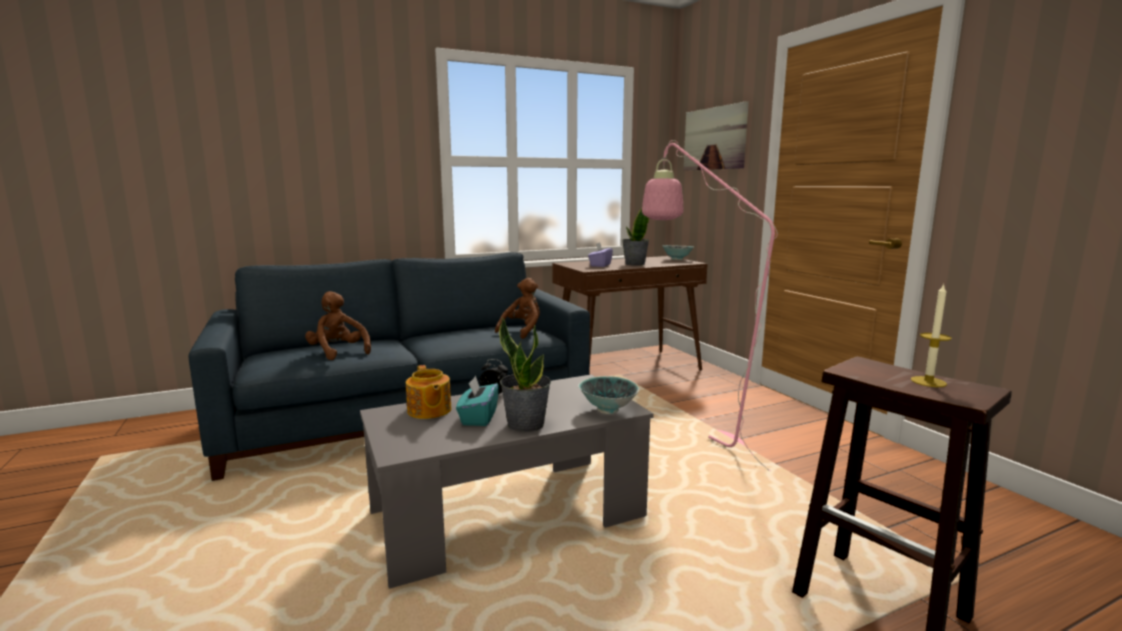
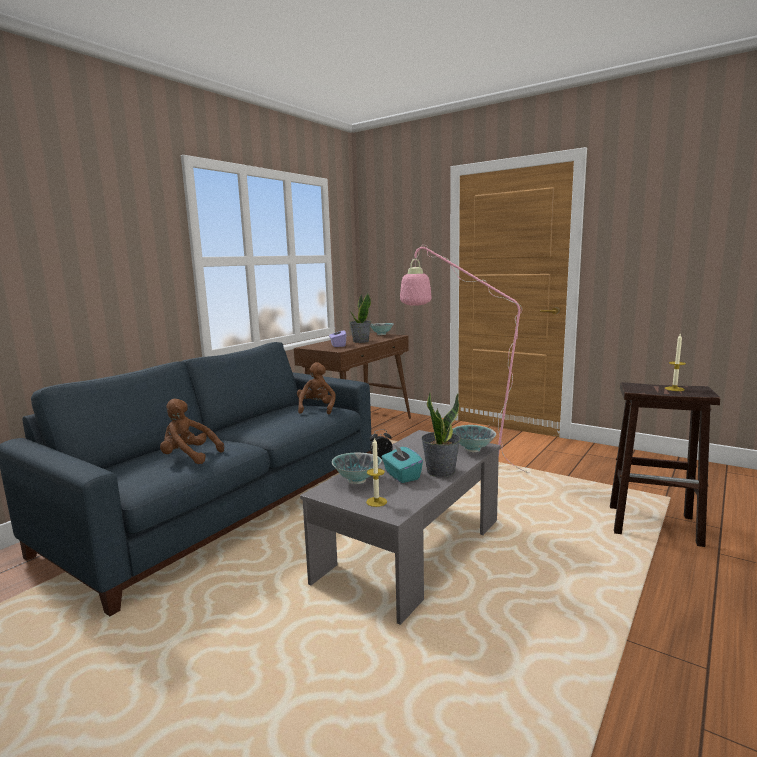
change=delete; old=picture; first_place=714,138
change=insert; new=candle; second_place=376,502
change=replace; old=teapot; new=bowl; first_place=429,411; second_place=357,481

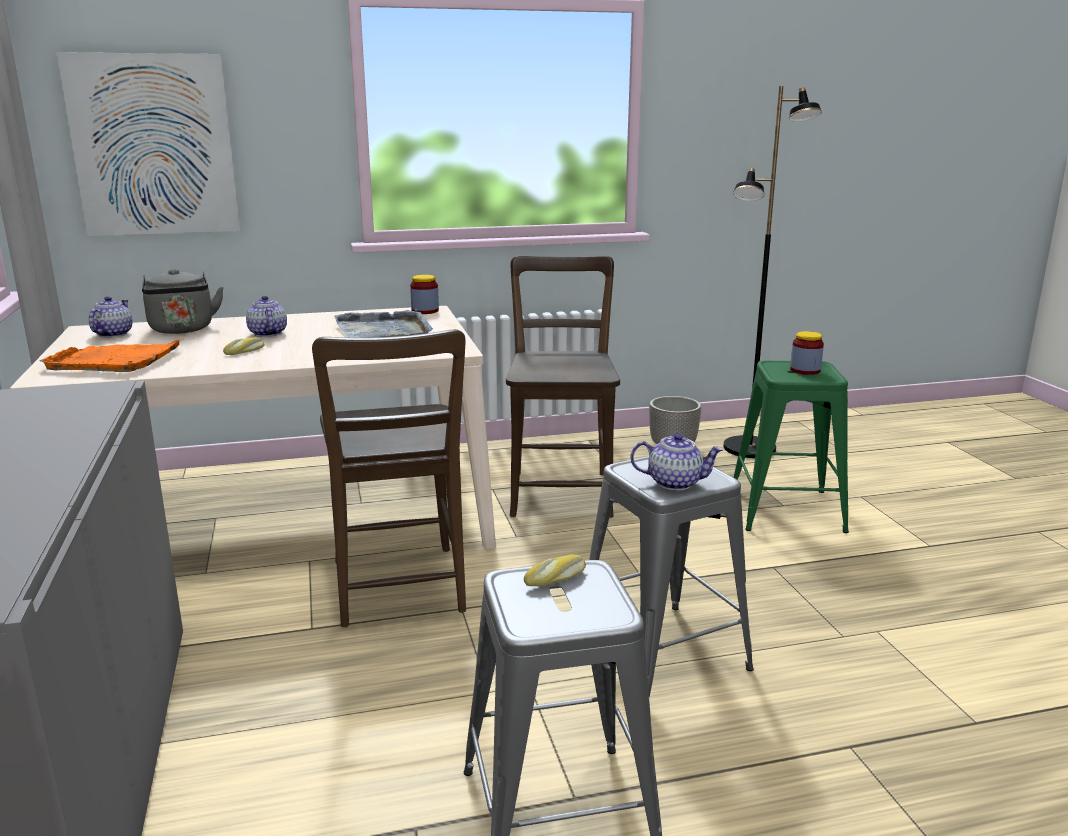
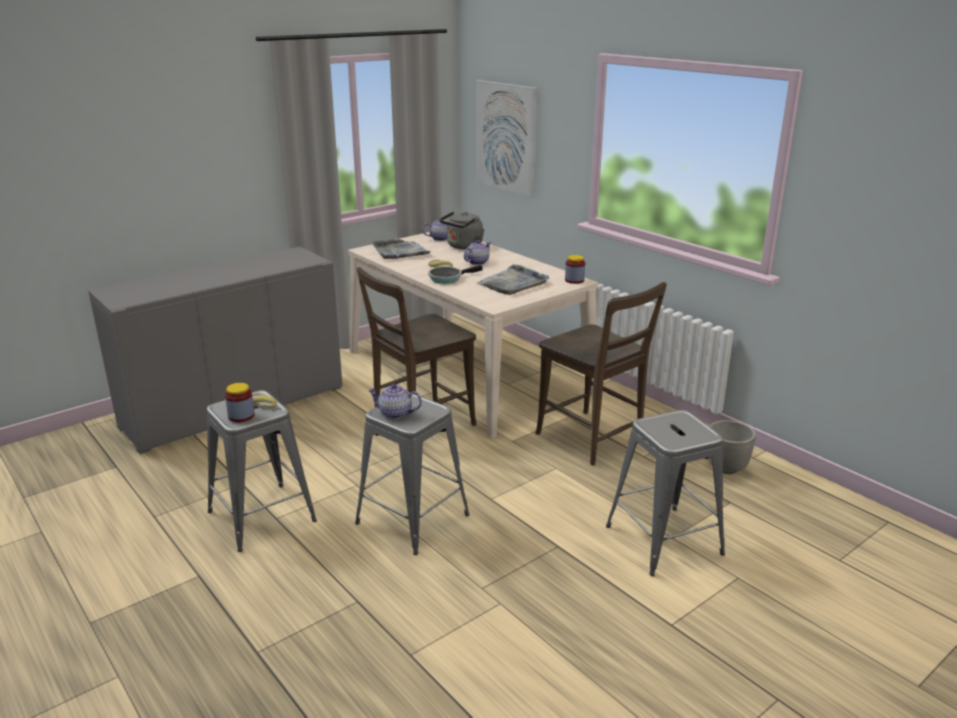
change=delete; old=black floor lamp; first_place=750,449
change=insert; new=frying pan; second_place=447,278
change=move; old=jar; first_place=805,370; second_place=241,416
change=recolor; old=orange tray; new=grey tray; first_place=115,360; second_place=400,251
change=recolor; old=green stool; new=grey stool; first_place=786,510; second_place=663,540
change=rotate; old=brown chair; first_place=561,490; second_place=593,440; degrees=75
change=rotate; old=teapot; first_place=675,482; second_place=395,413; degrees=120

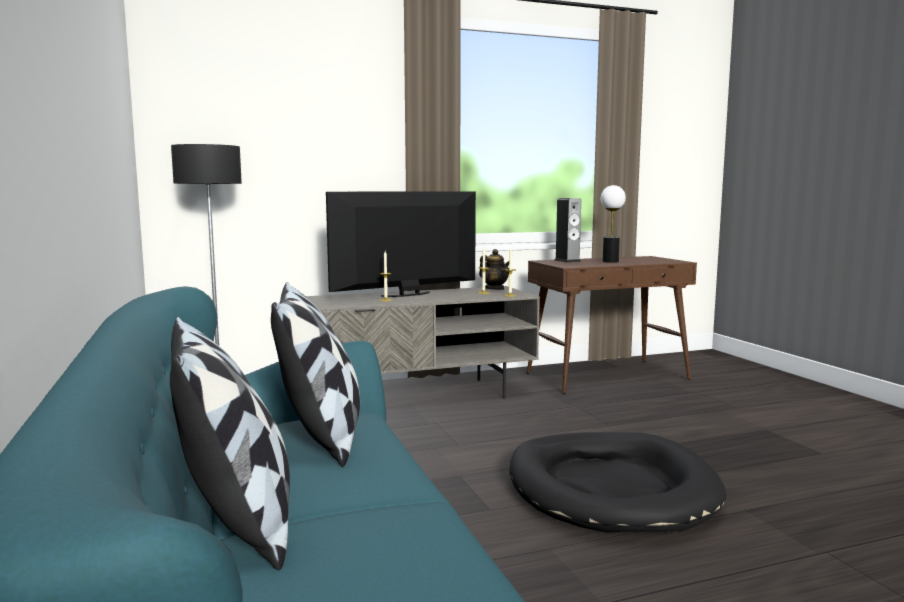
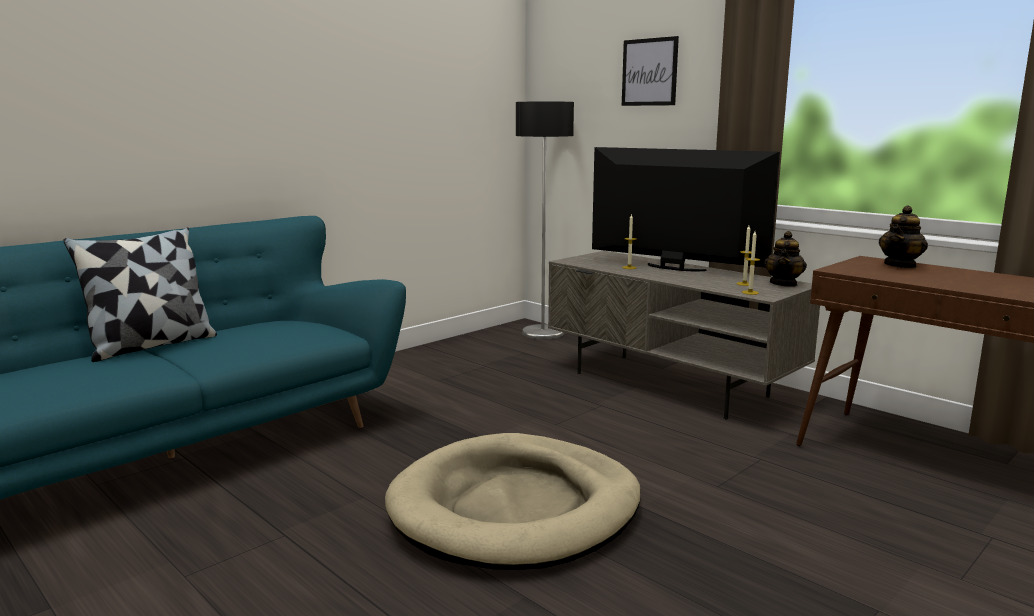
change=delete; old=pillow; first_place=321,437
change=delete; old=table lamp; first_place=610,261
change=insert; new=picture; second_place=649,72
change=replace; old=speaker; new=teapot; first_place=567,261; second_place=900,265
change=recolor; old=black dog bed; new=beige dog bed; first_place=610,488; second_place=516,508

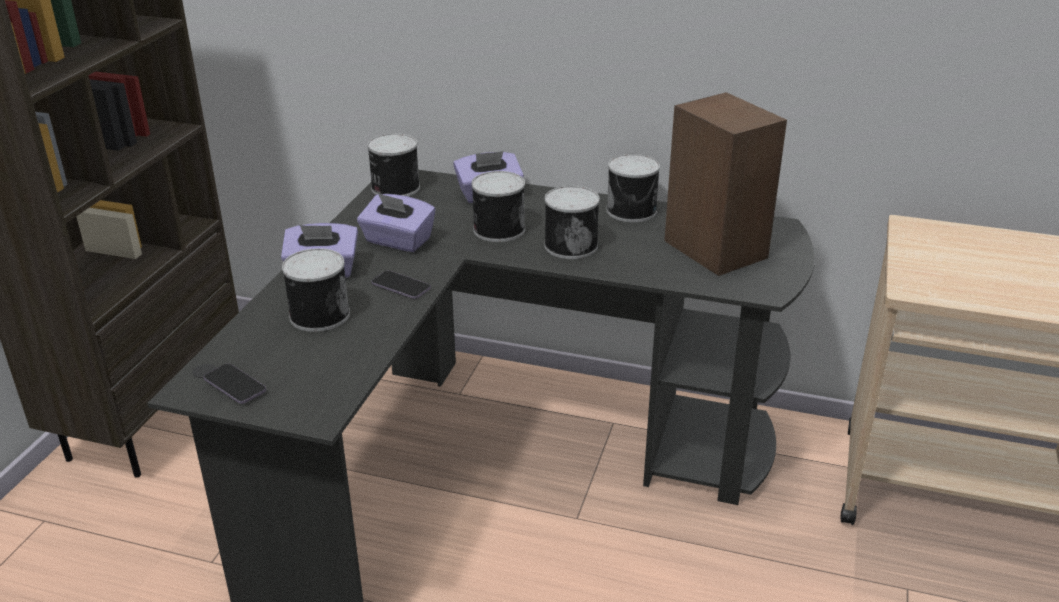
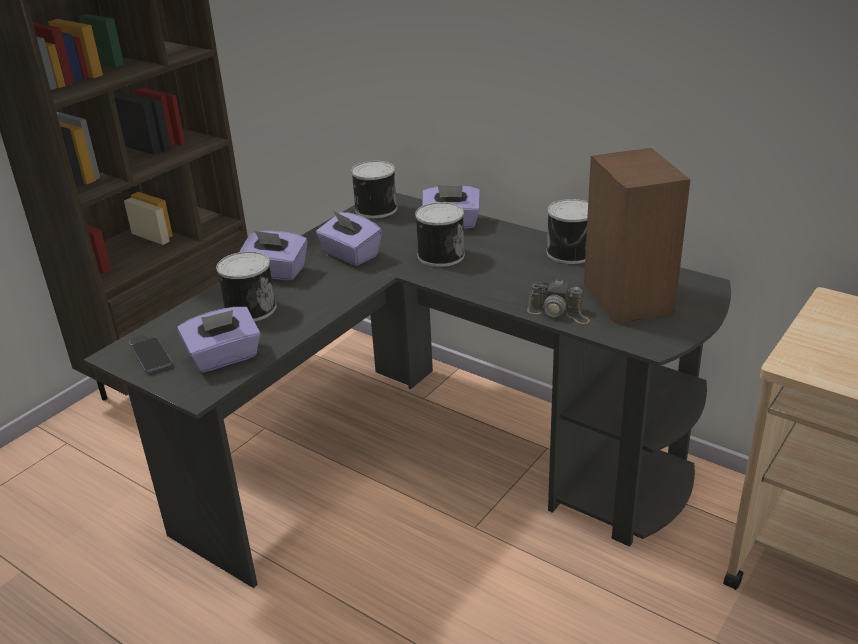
change=delete; old=phone; first_place=401,286
change=delete; old=can; first_place=571,245
change=insert; new=purple tissue box; second_place=224,357
change=insert; new=photo camera; second_place=559,312

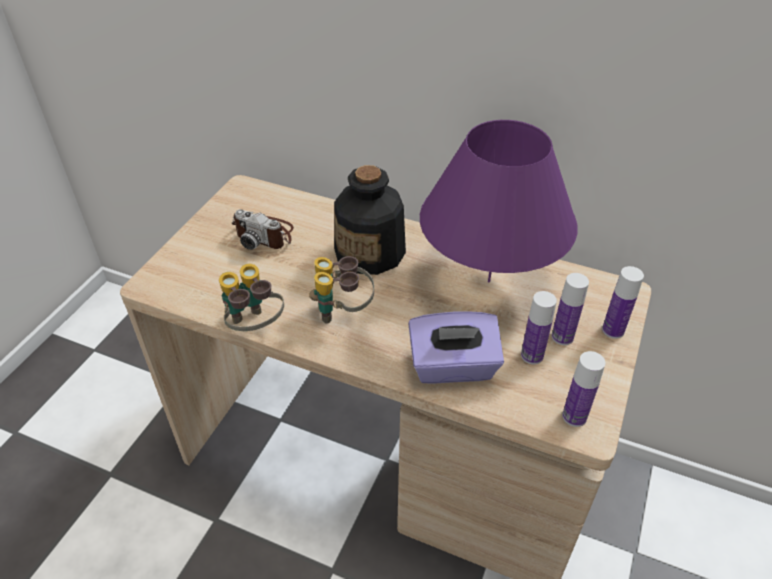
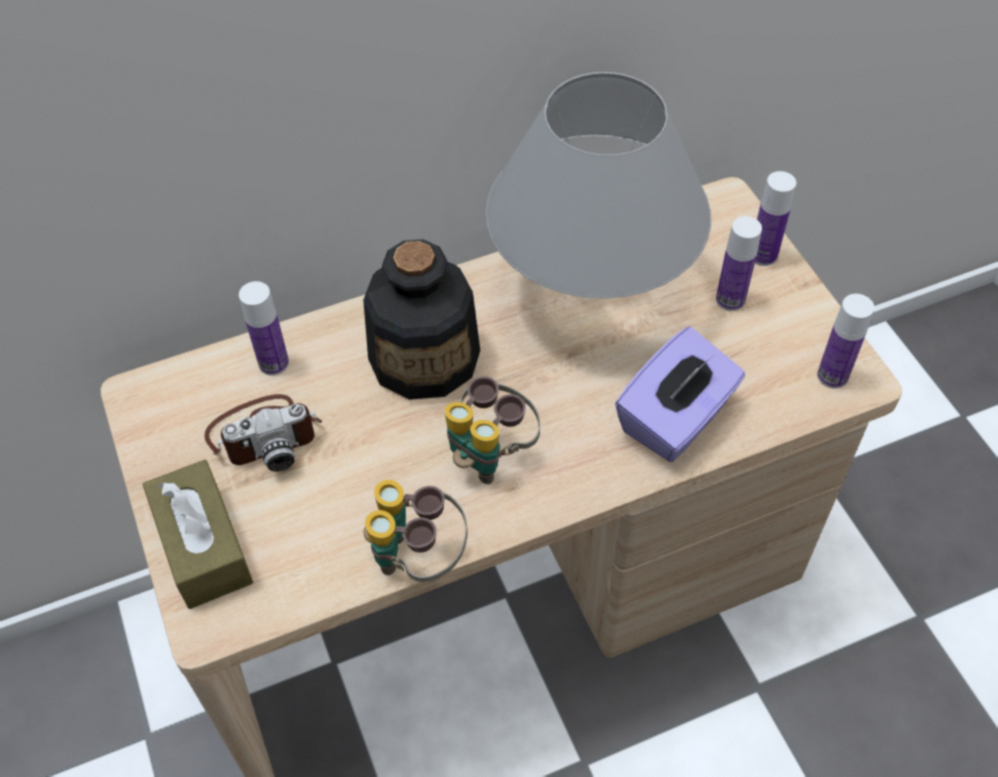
change=insert; new=brown tissue box; second_place=203,546
change=move; old=bottle; first_place=532,355; second_place=273,363
change=recolor; old=purple table lamp; new=grey table lamp; first_place=488,281; second_place=591,292

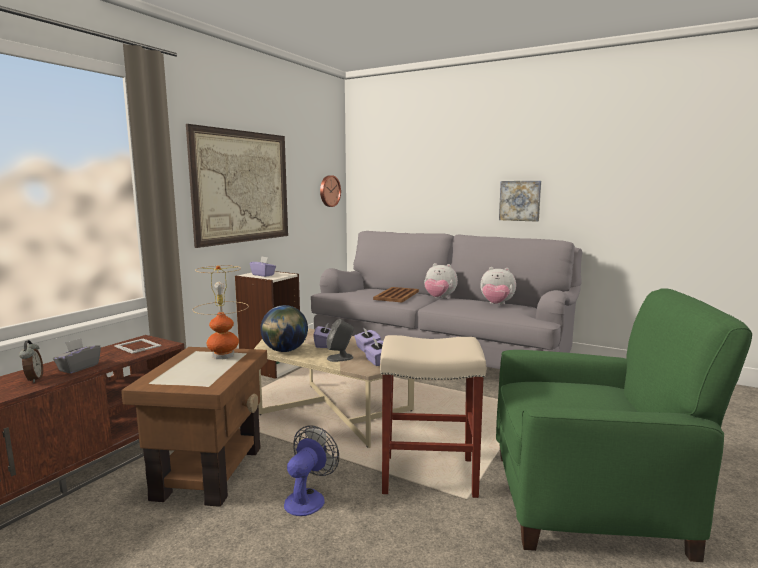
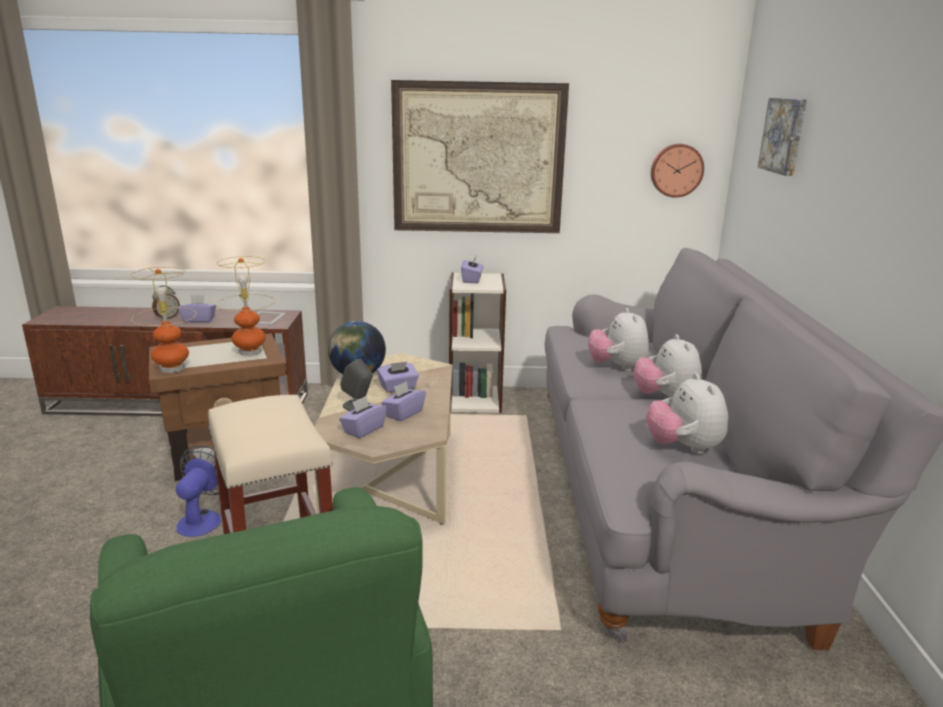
change=insert; new=table lamp; second_place=172,368
change=move; old=picture; first_place=520,200; second_place=785,135
change=replace; old=brown tray; new=plush toy; first_place=397,295; second_place=617,367
change=recolor; old=grey tissue box; new=purple tissue box; first_place=78,368; second_place=199,320
change=rotate; old=fan; first_place=308,498; second_place=203,519; degrees=-75

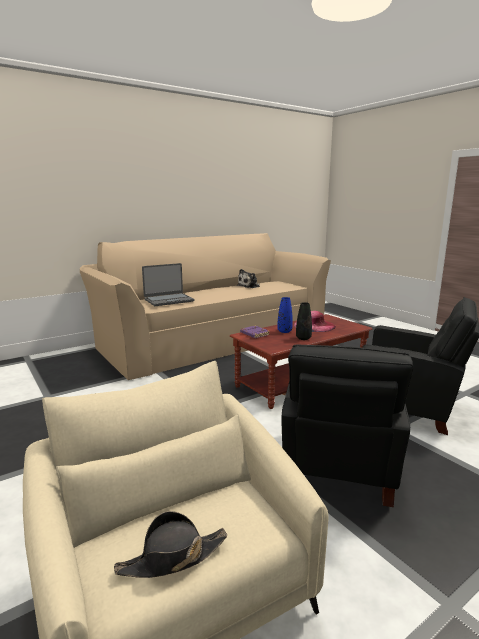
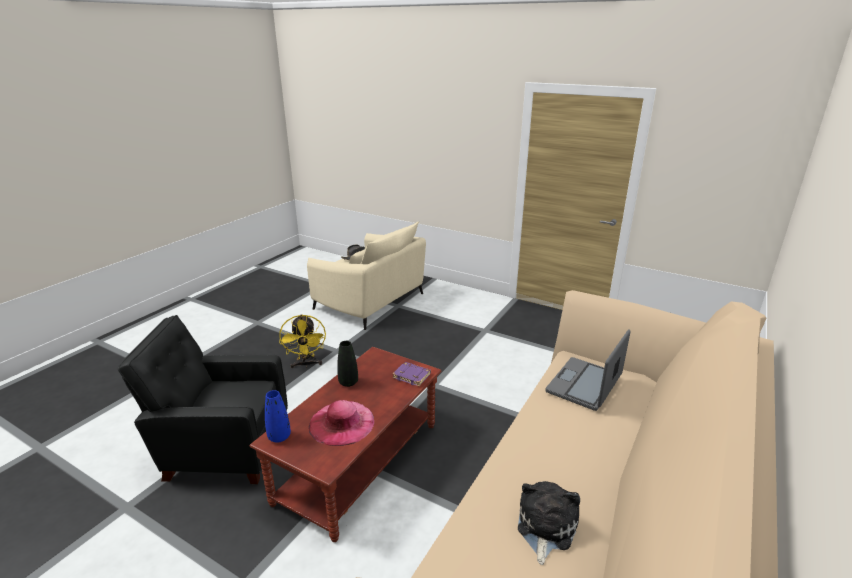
change=move; old=blue vase; first_place=284,331; second_place=279,437
change=replace; old=black armchair; new=yellow fan; first_place=337,468; second_place=306,364

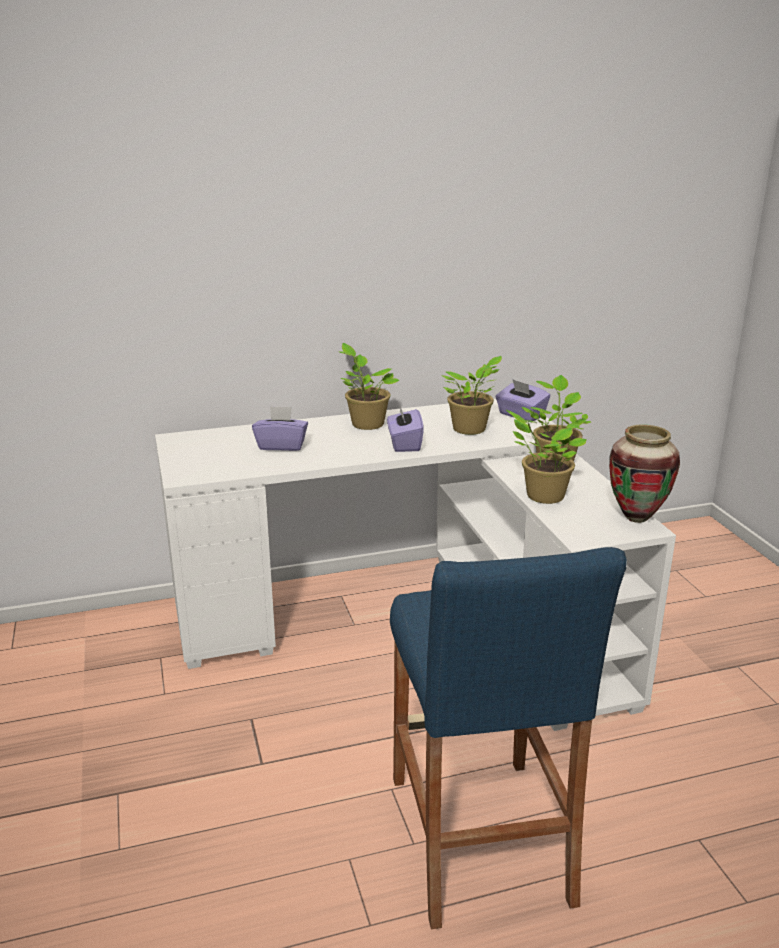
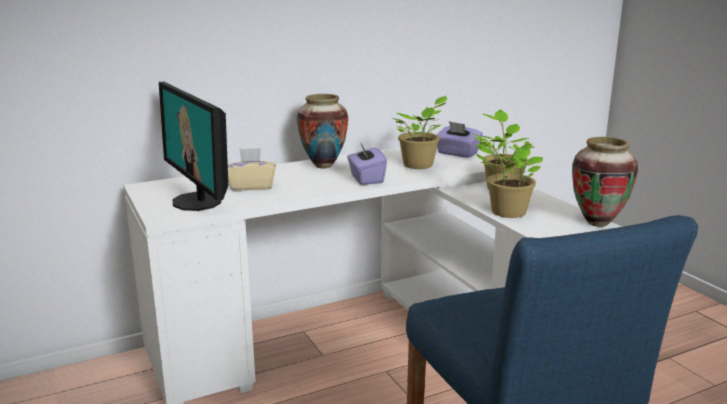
change=insert; new=monitor; second_place=198,201
change=replace; old=potted plant; new=vase; first_place=366,423; second_place=323,166
change=recolor; old=purple tissue box; new=beige tissue box; first_place=281,445; second_place=251,186

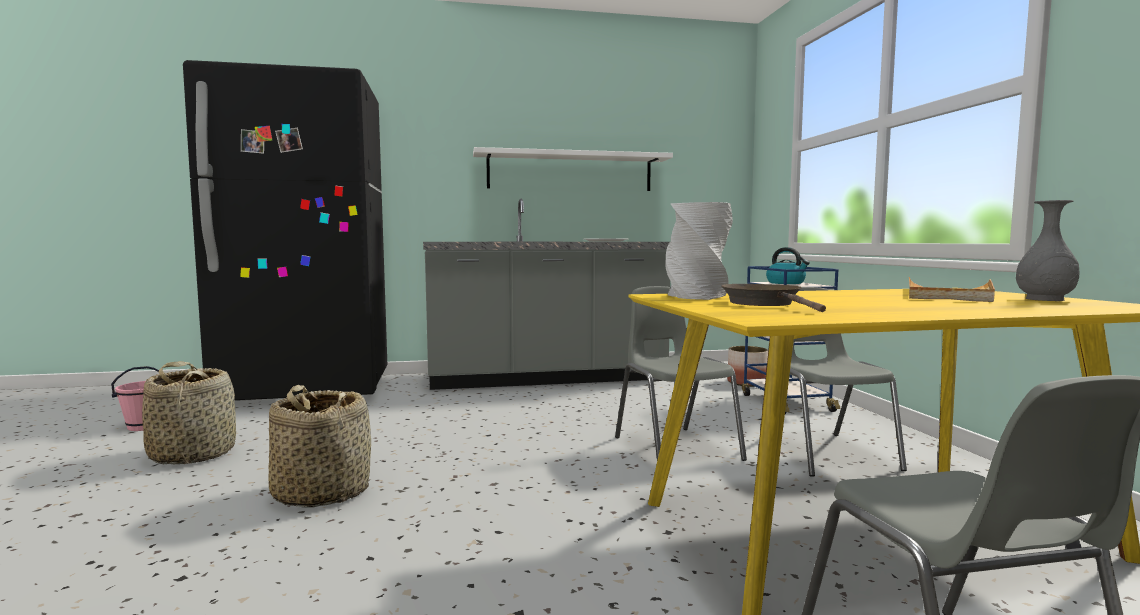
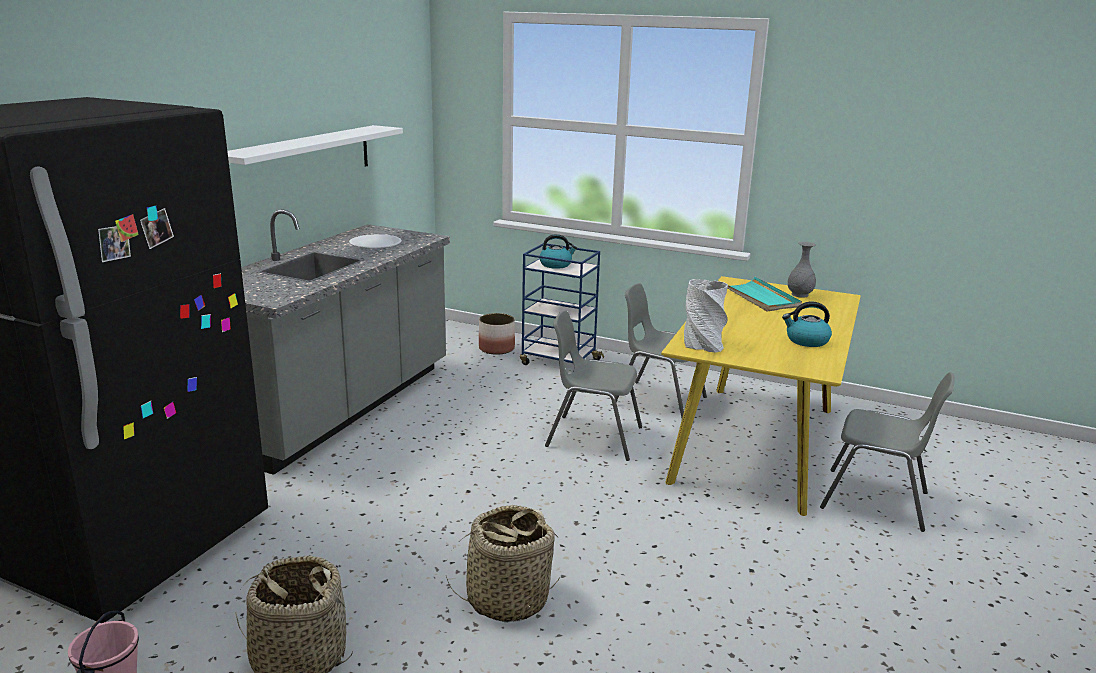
change=delete; old=brown frying pan; first_place=765,304
change=insert; new=kettle; second_place=806,341
change=recolor; old=beige tray; new=turquoise tray; first_place=948,295; second_place=759,297

